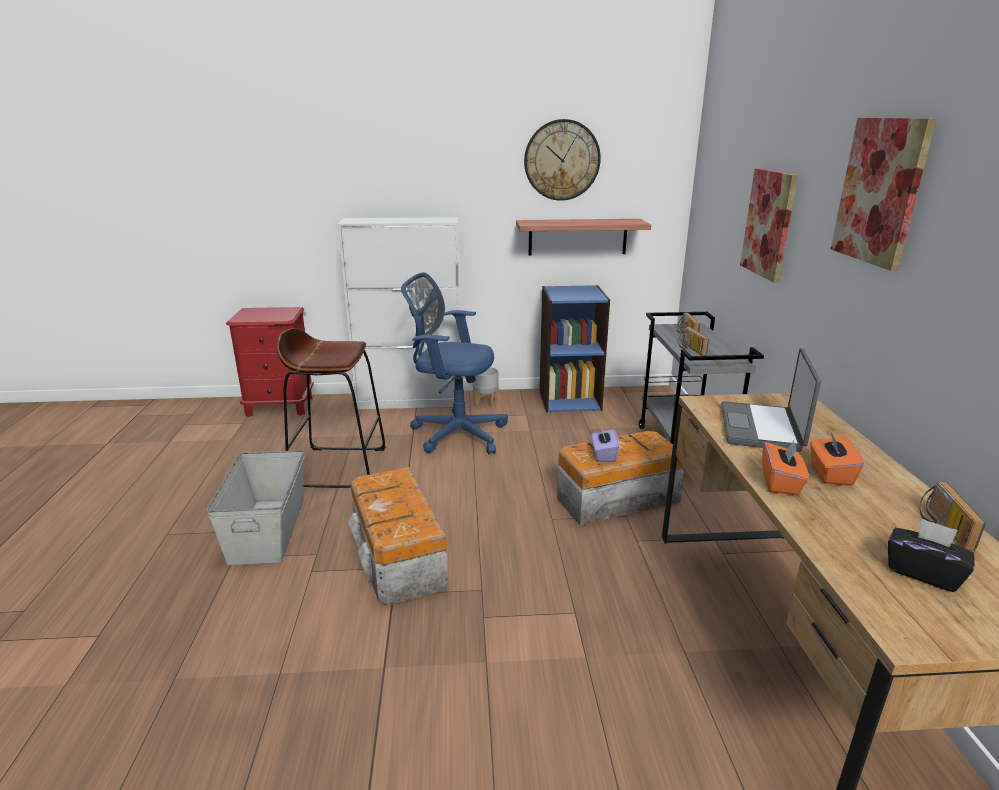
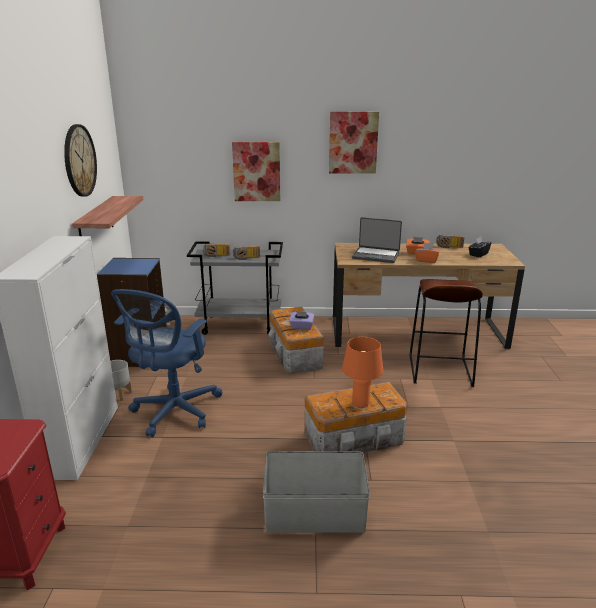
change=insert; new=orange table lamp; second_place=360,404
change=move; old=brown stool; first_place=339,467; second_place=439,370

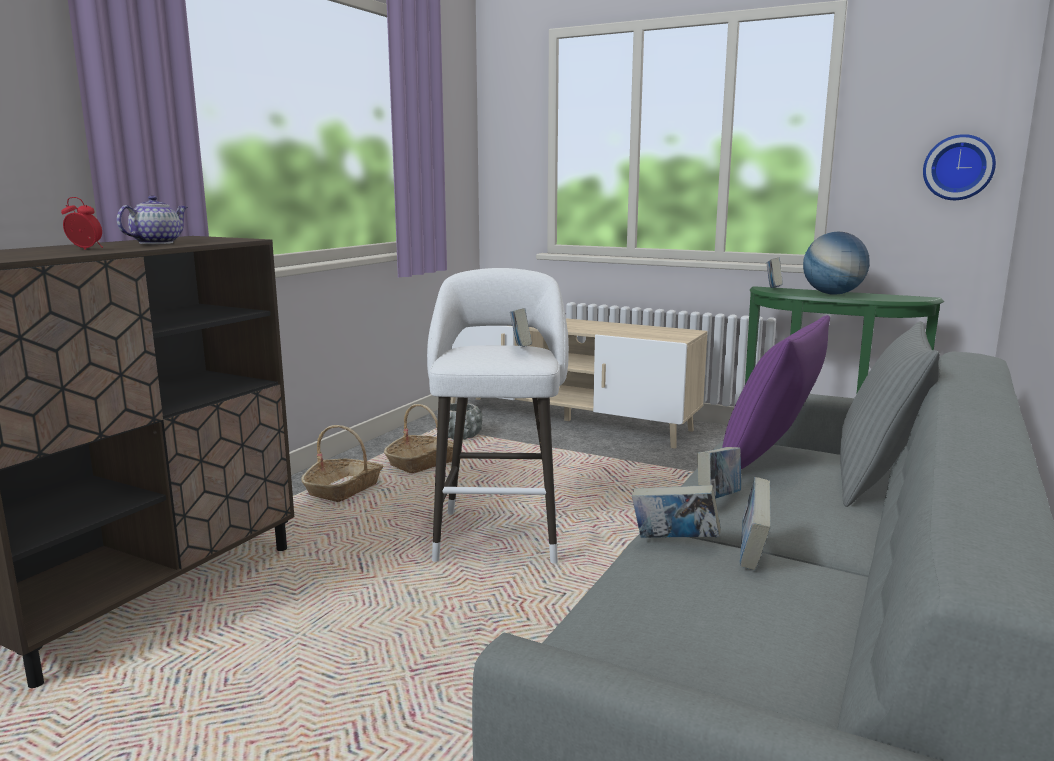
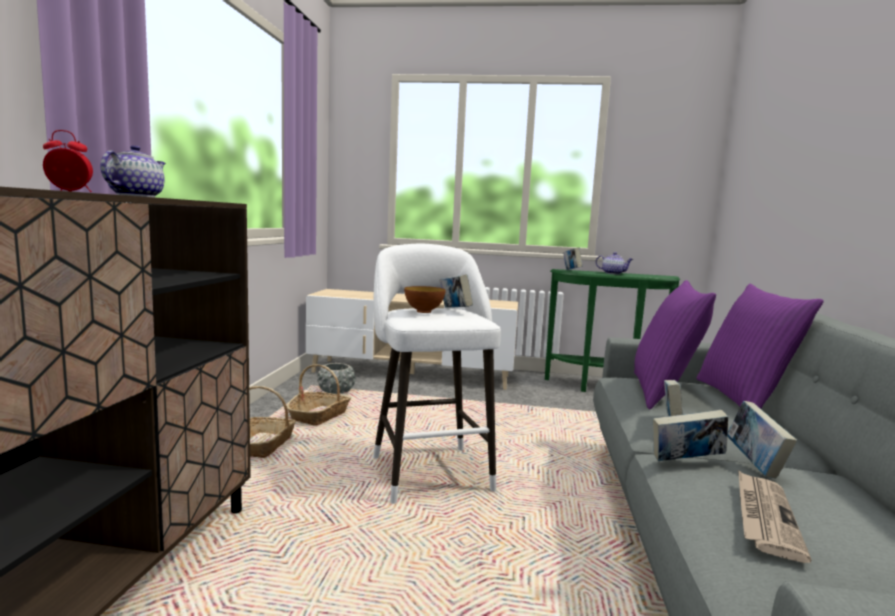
change=delete; old=wall clock; first_place=958,167
change=insert; new=bowl; second_place=424,311
change=insert; new=newspaper; second_place=764,516
change=replace; old=globe; new=teapot; first_place=832,294; second_place=613,273
change=recolor; old=grey pillow; new=purple pillow; first_place=877,481; second_place=743,399

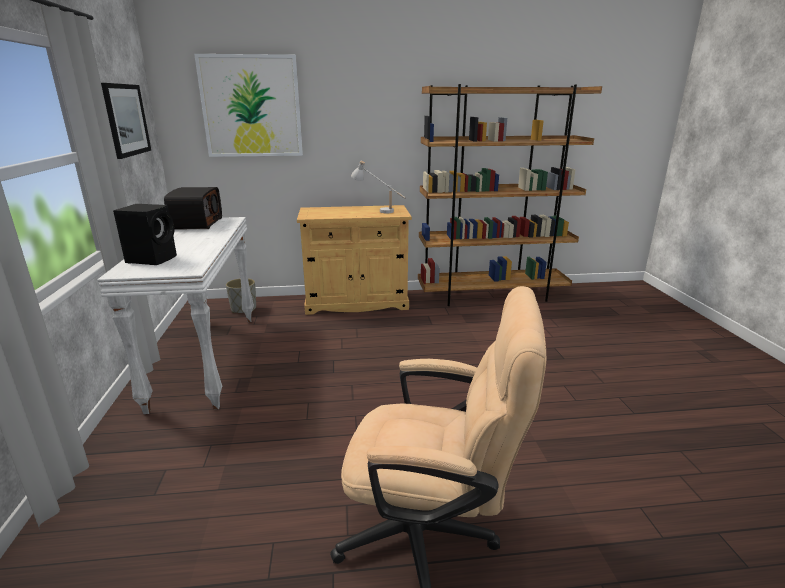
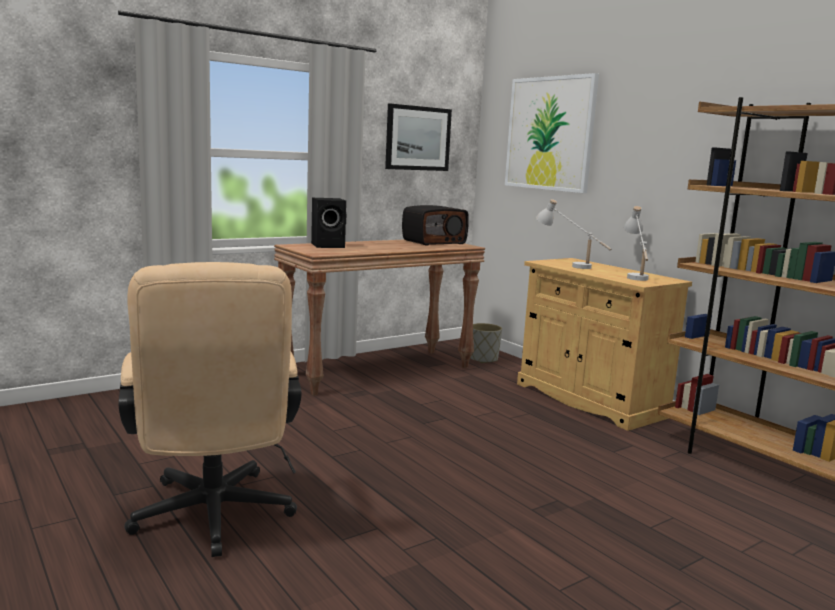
change=insert; new=white table lamp; second_place=569,265
change=recolor; old=white console table; new=brown console table; first_place=206,359; second_place=378,371

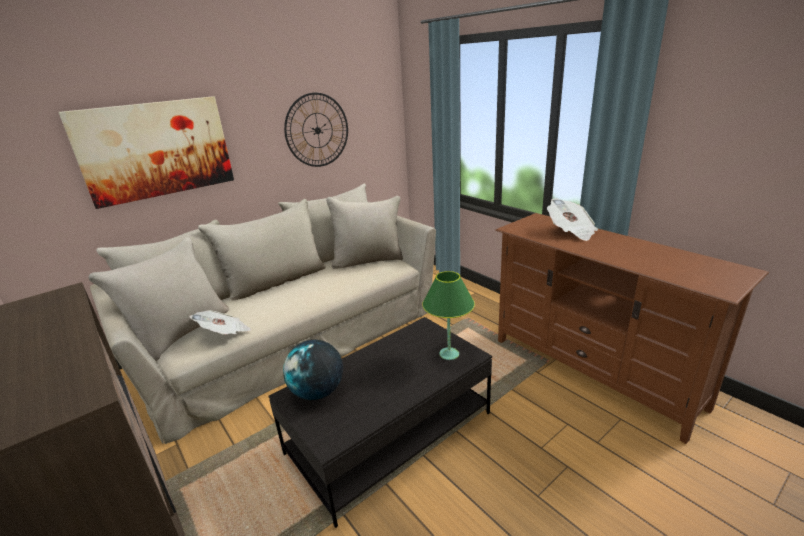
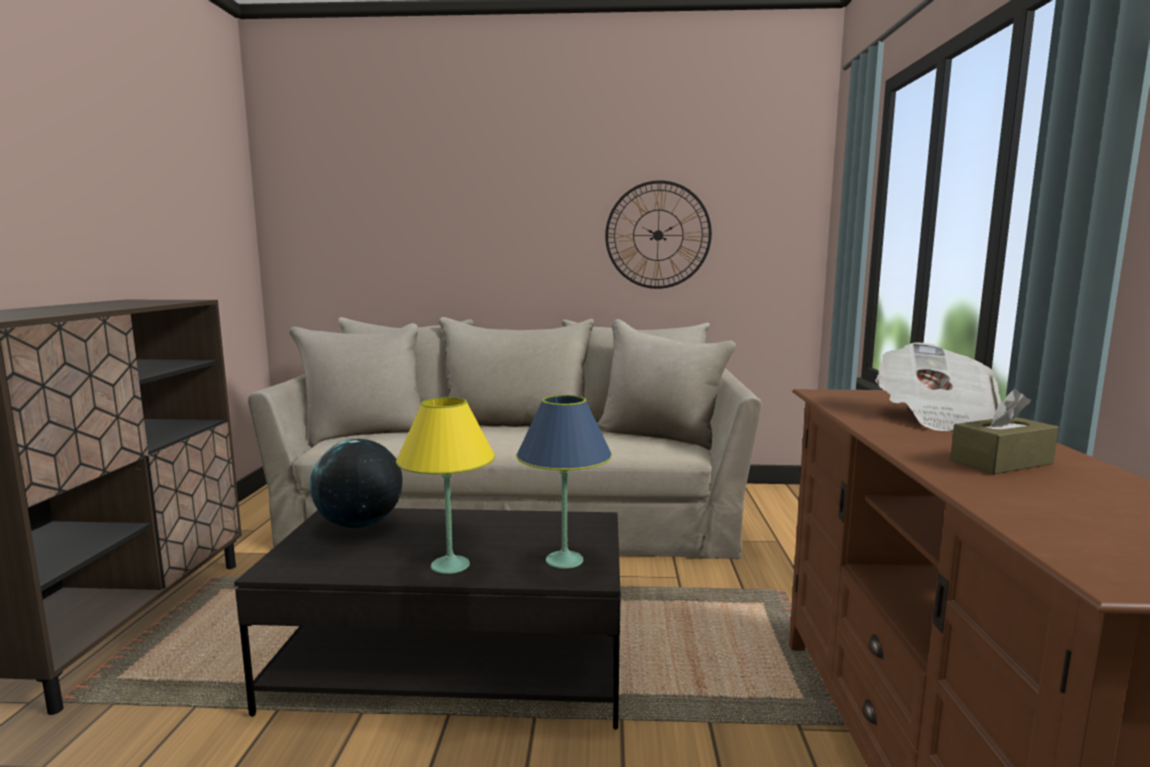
change=delete; old=picture; first_place=156,150
change=delete; old=newspaper; first_place=225,333
change=insert; new=yellow table lamp; second_place=450,565
change=insert; new=brown tissue box; second_place=1001,462
change=recolor; old=green table lamp; new=blue table lamp; first_place=449,354; second_place=564,560

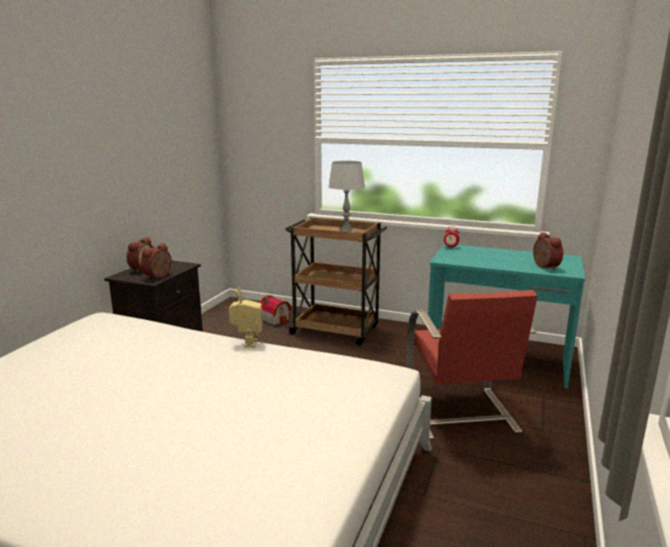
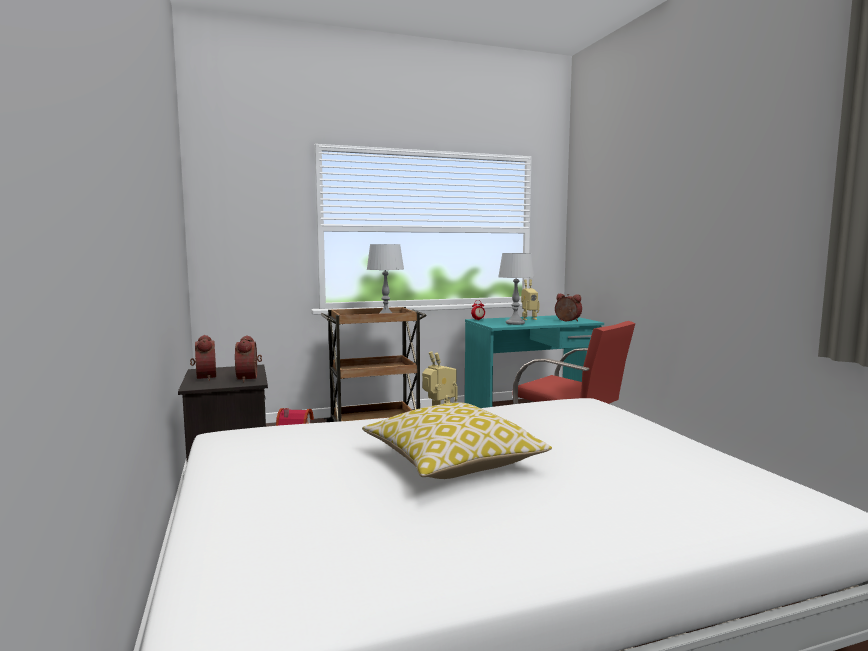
change=insert; new=pillow; second_place=451,462
change=insert; new=grey table lamp; second_place=515,323
change=insert; new=toy robot; second_place=528,319

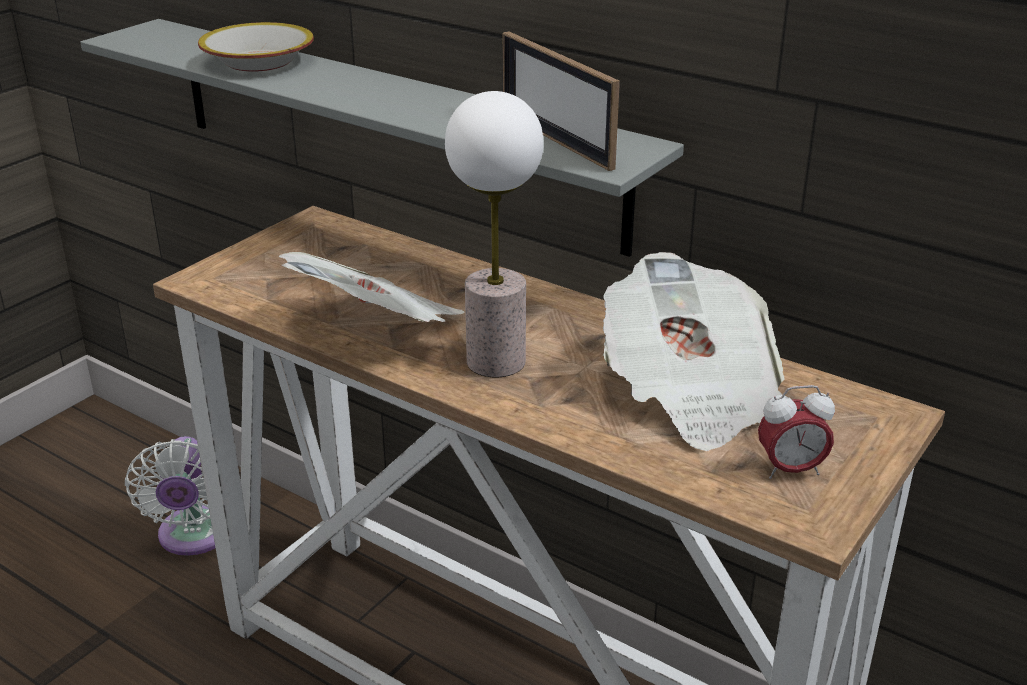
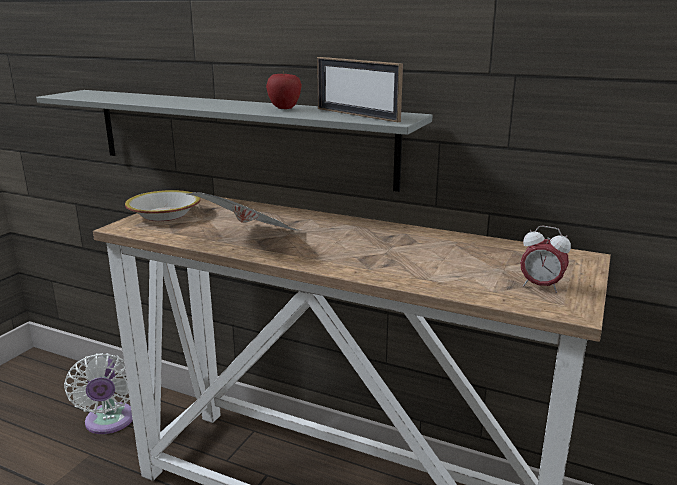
change=delete; old=table lamp; first_place=495,361
change=delete; old=newspaper; first_place=690,393
change=insert; new=apple; second_place=284,109
change=move; old=bowl; first_place=259,62; second_place=165,215
change=rotate; old=alarm clock; first_place=790,470; second_place=540,286; degrees=45

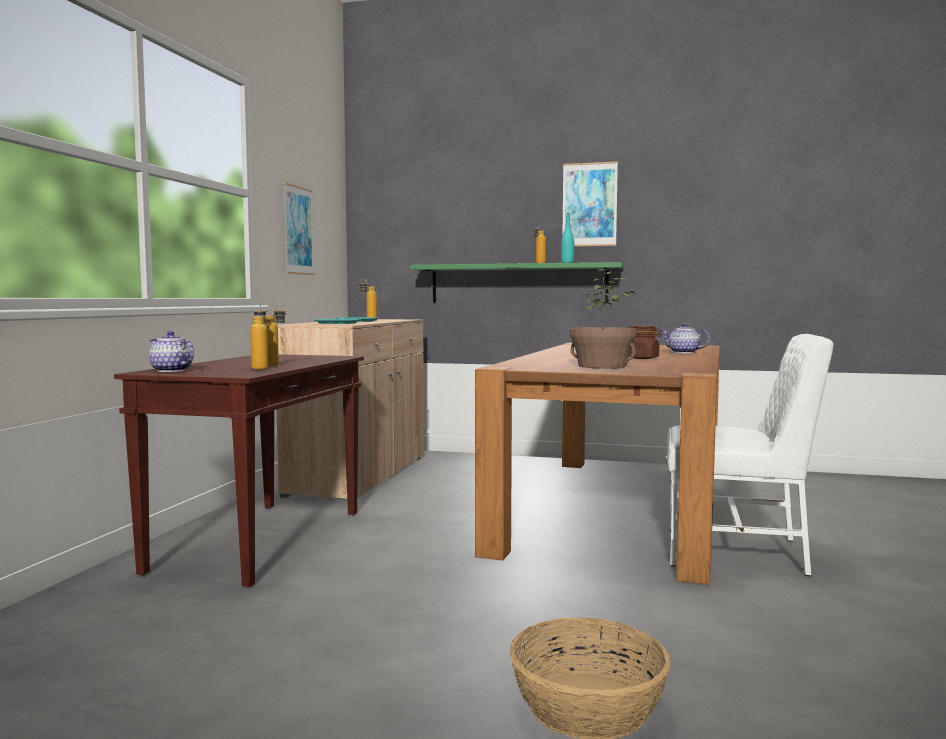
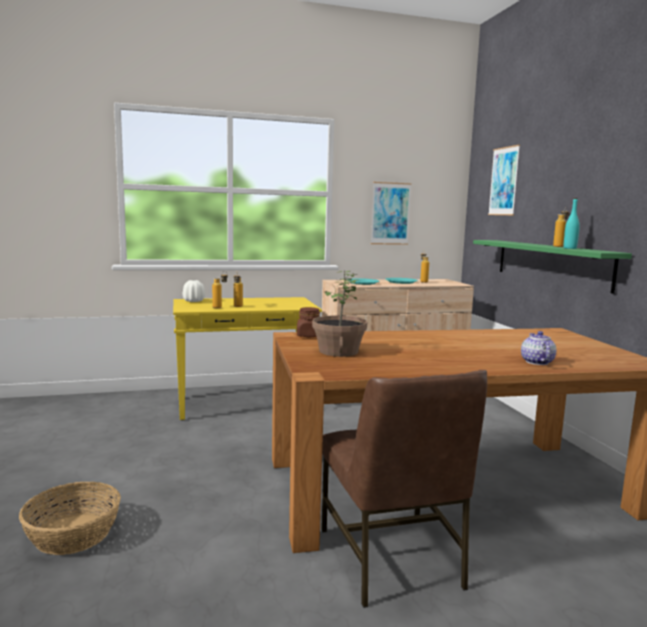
change=move; old=picture; first_place=589,204; second_place=504,181
change=move; old=brown jar; first_place=642,358; second_place=309,335
change=replace; old=teapot; new=white vase; first_place=171,370; second_place=193,301
change=recolor; old=brown console table; new=yellow console table; first_place=260,540; second_place=246,404
change=recolor; old=white chair; new=brown chair; first_place=737,552; second_place=391,559

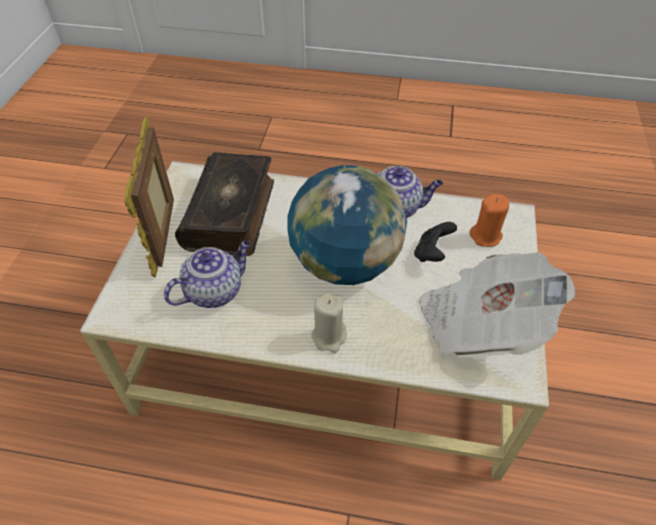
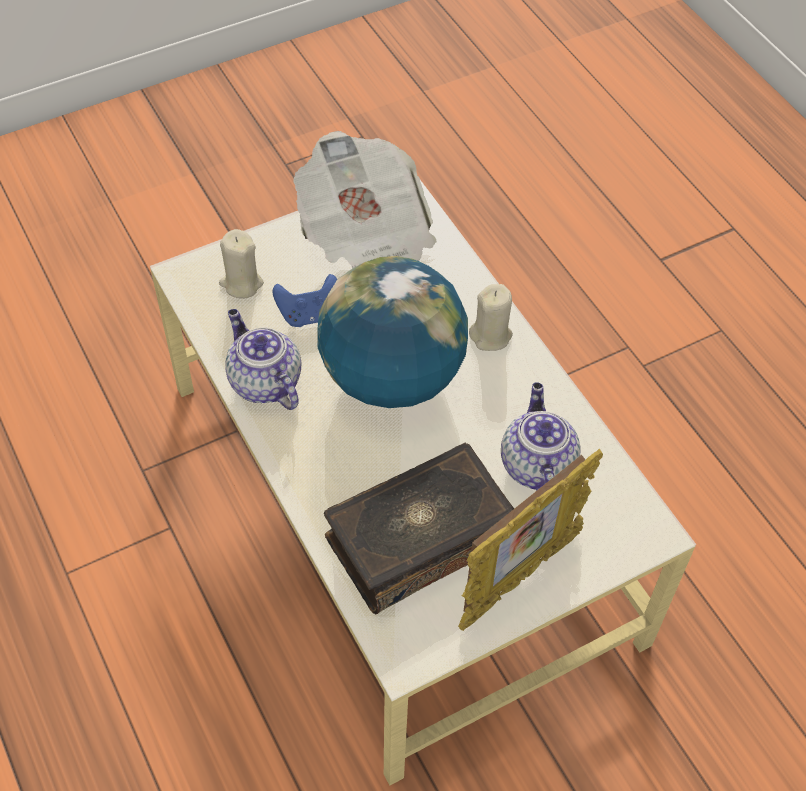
change=recolor; old=black game controller; new=blue game controller; first_place=432,253; second_place=309,314
change=recolor; old=orange candle; new=beige candle; first_place=486,236; second_place=241,283
change=rotate; old=teapot; first_place=215,291; second_place=535,464; degrees=75

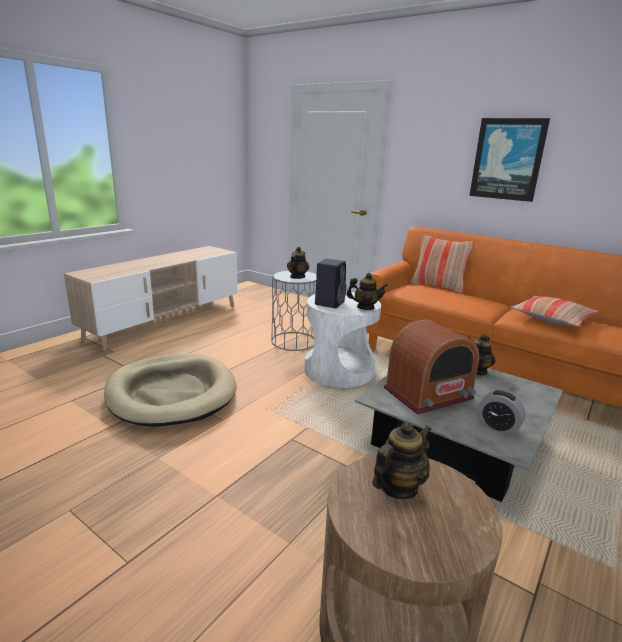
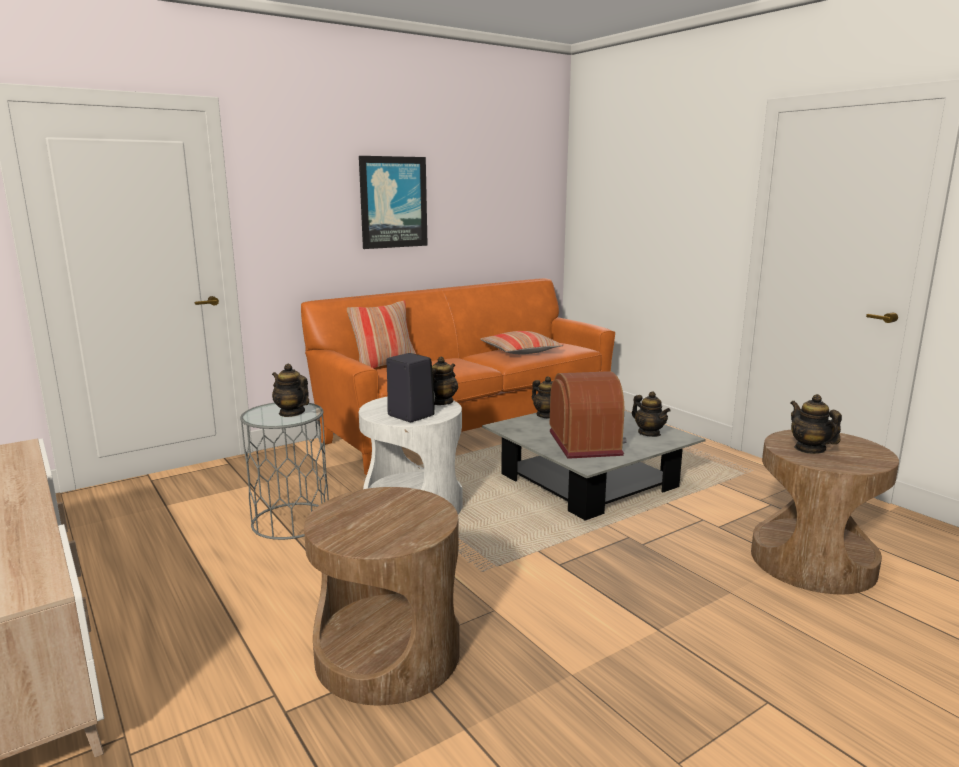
change=replace; old=beige dog bed; new=brown side table; first_place=172,393; second_place=387,654
change=replace; old=alarm clock; new=teapot; first_place=497,427; second_place=649,433

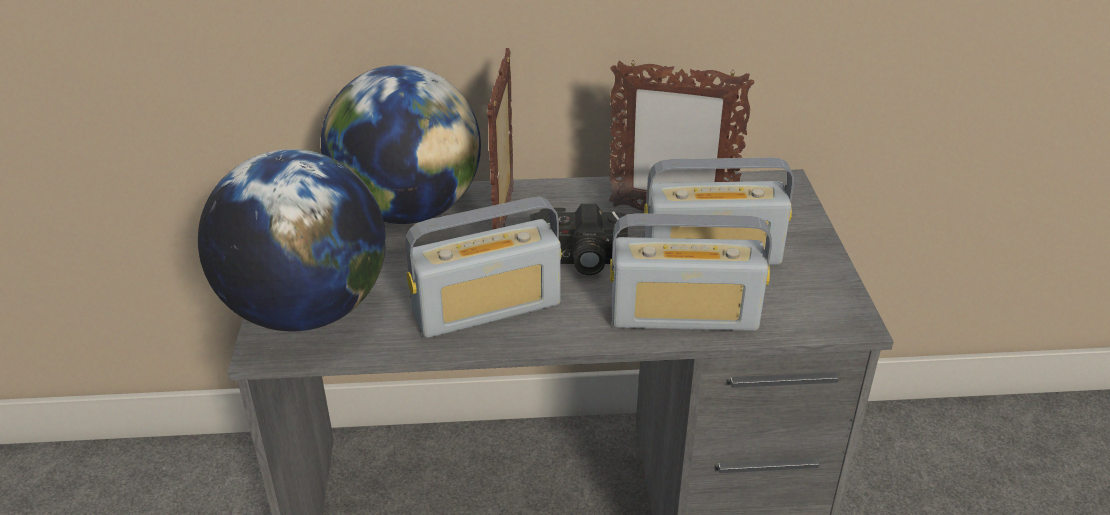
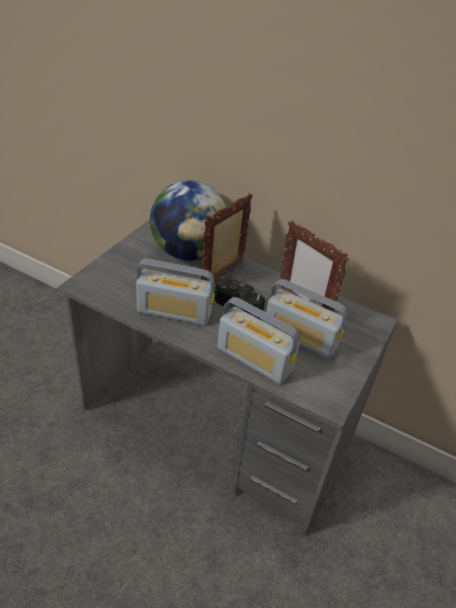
change=delete; old=globe; first_place=307,311

